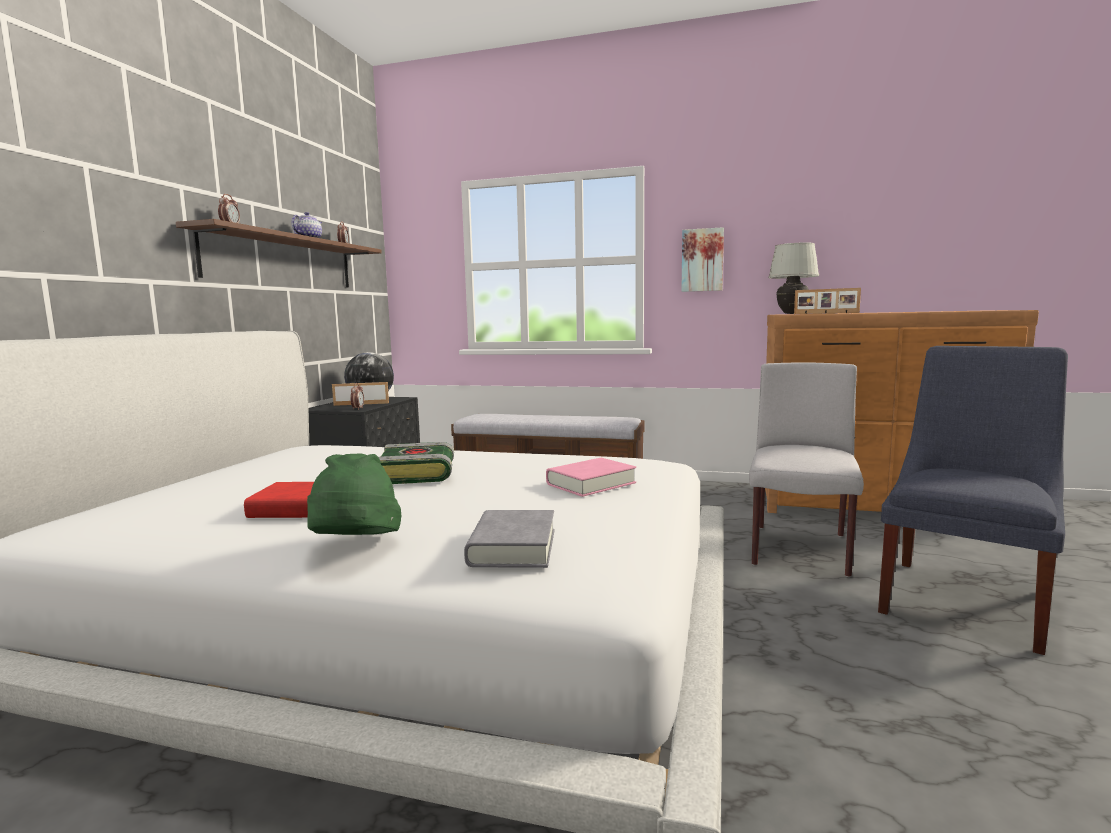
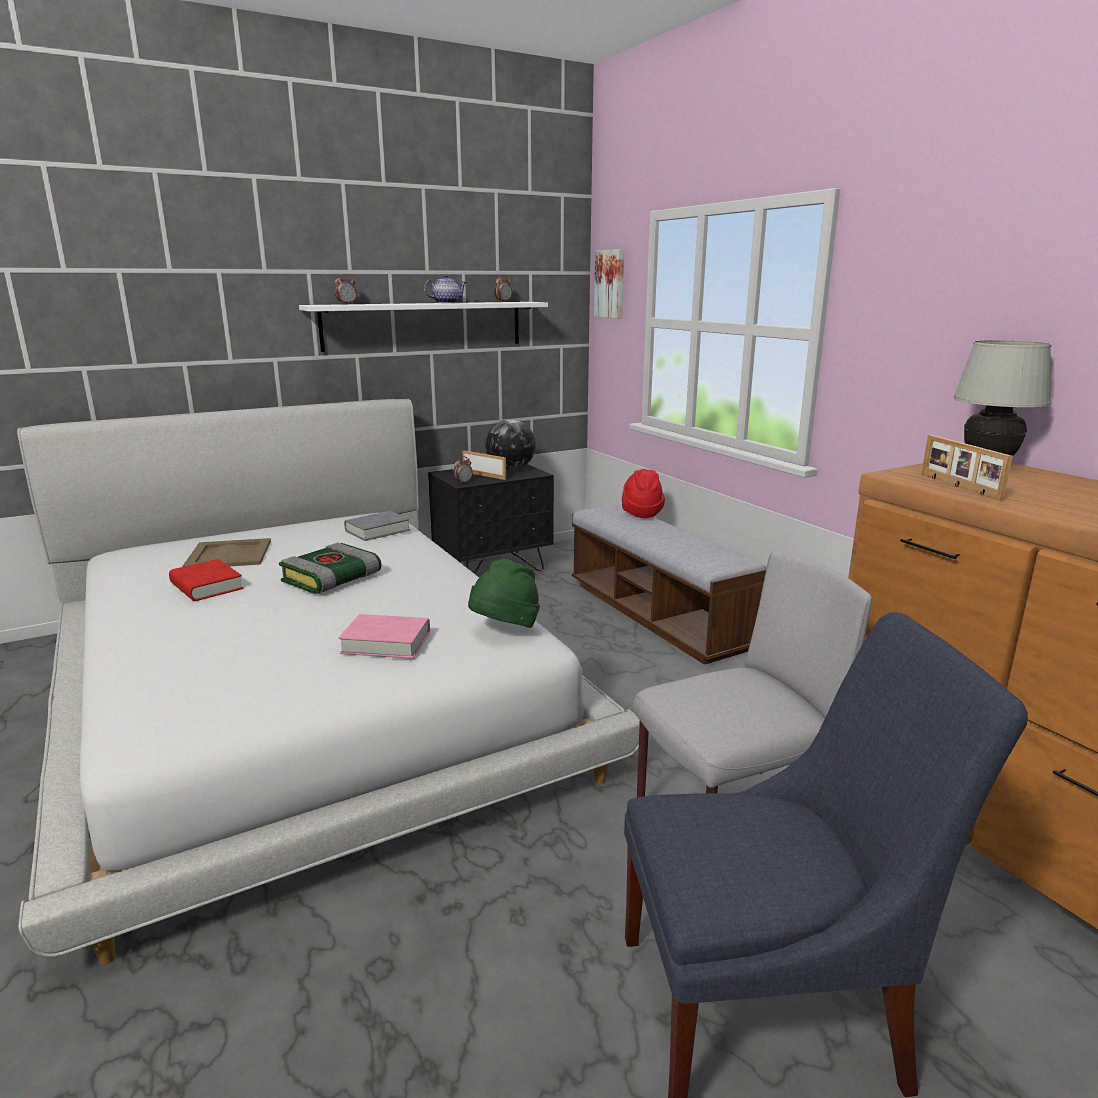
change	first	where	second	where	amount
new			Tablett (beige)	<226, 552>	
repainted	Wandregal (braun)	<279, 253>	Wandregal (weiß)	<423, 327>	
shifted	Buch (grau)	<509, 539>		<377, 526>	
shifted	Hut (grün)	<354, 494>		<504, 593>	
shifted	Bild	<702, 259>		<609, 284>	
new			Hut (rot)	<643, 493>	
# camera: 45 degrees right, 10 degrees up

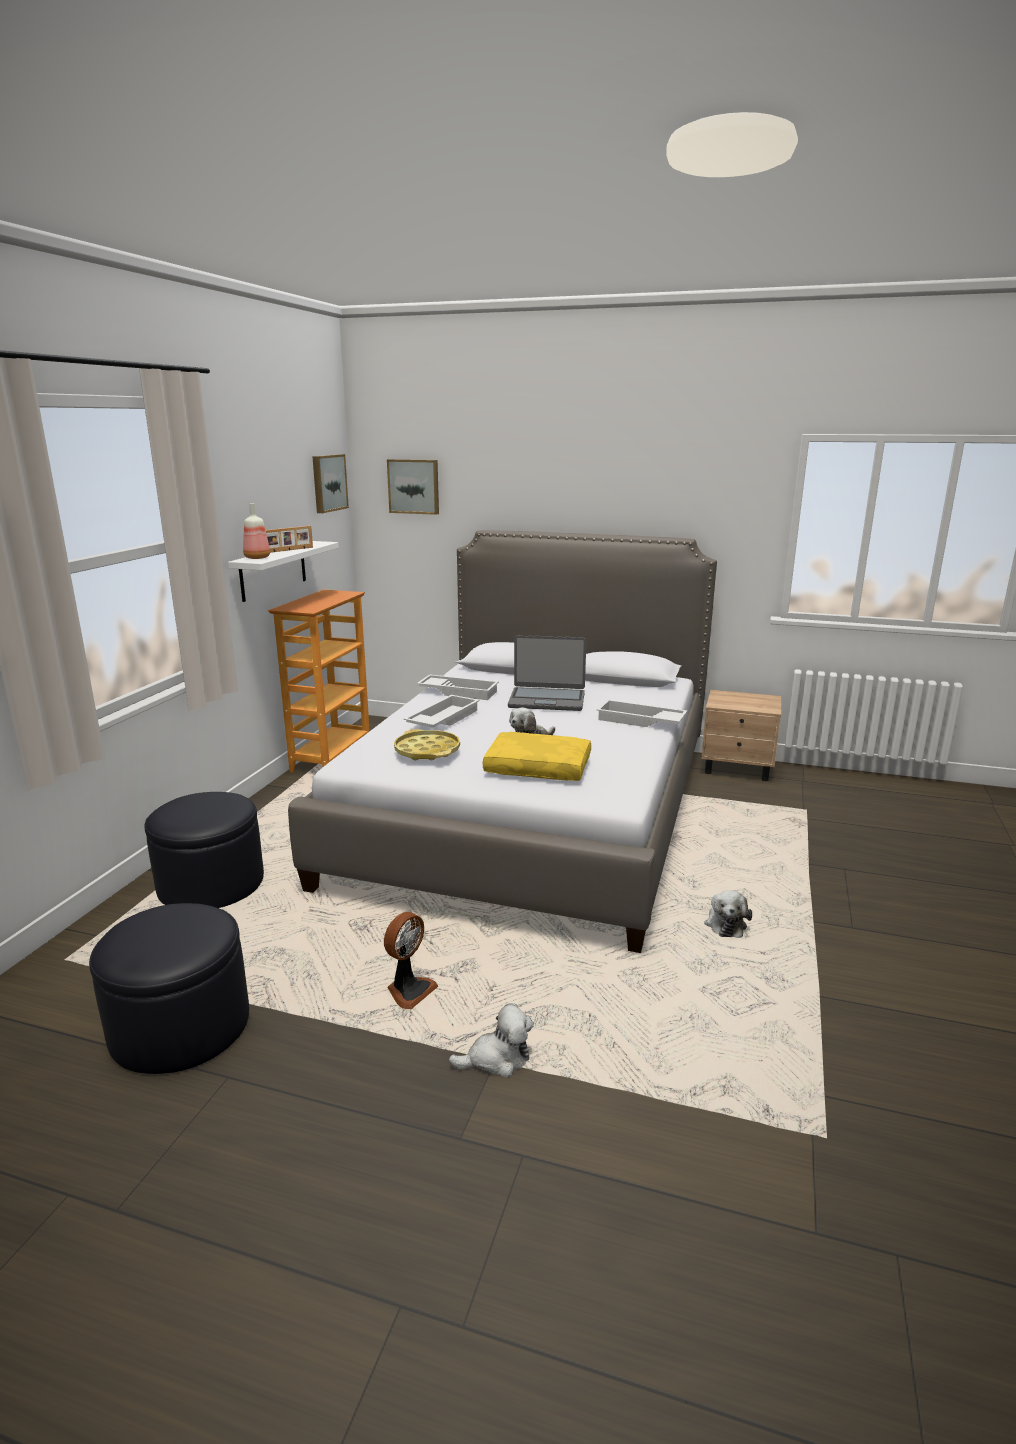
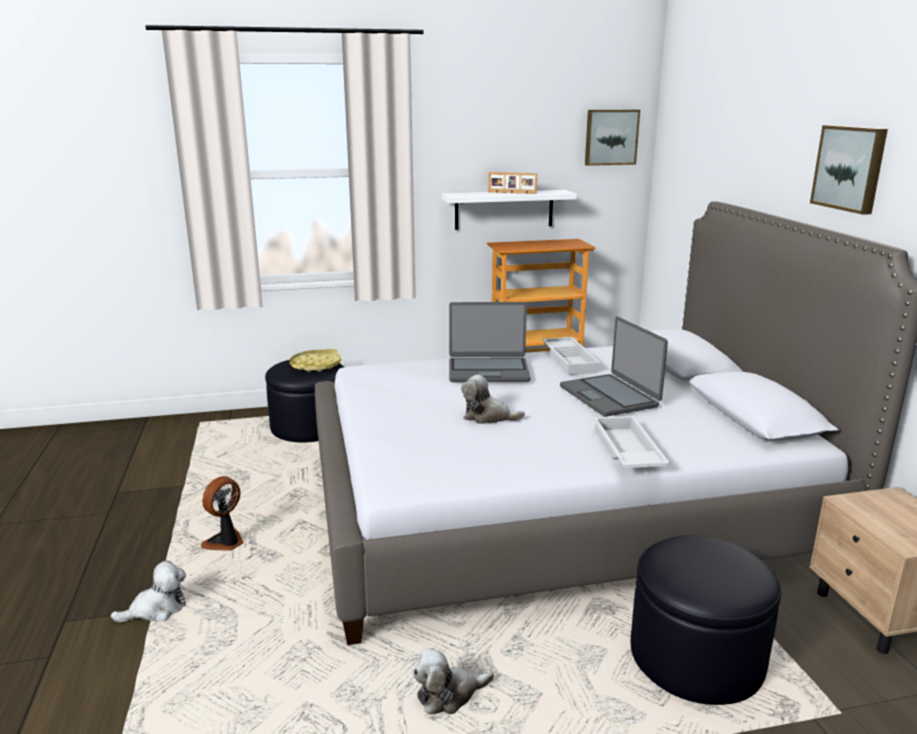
change	first	where	second	where	amount
rotated	Plüschtier	<491, 1040>		<148, 592>	75 degrees counterclockwise
rotated	Ventilator	<411, 960>		<222, 513>	120 degrees clockwise
shifted	Tablett (gelb)	<427, 744>		<315, 360>	
swapped	Tablett (weiß)	<442, 711>	Laptop	<490, 342>	
shifted	Polsterhocker (schwarz)	<169, 988>		<706, 620>	
shifted	Bild	<413, 487>		<849, 170>	
gone	Flasche	<256, 531>			
gone	Kissen (gelb)	<537, 756>			
# camera: 60 degrees right, 0 degrees up

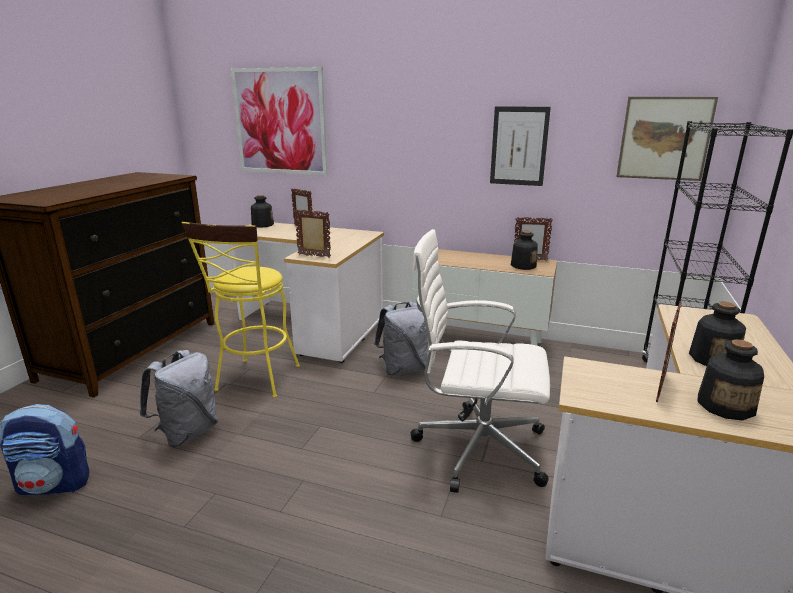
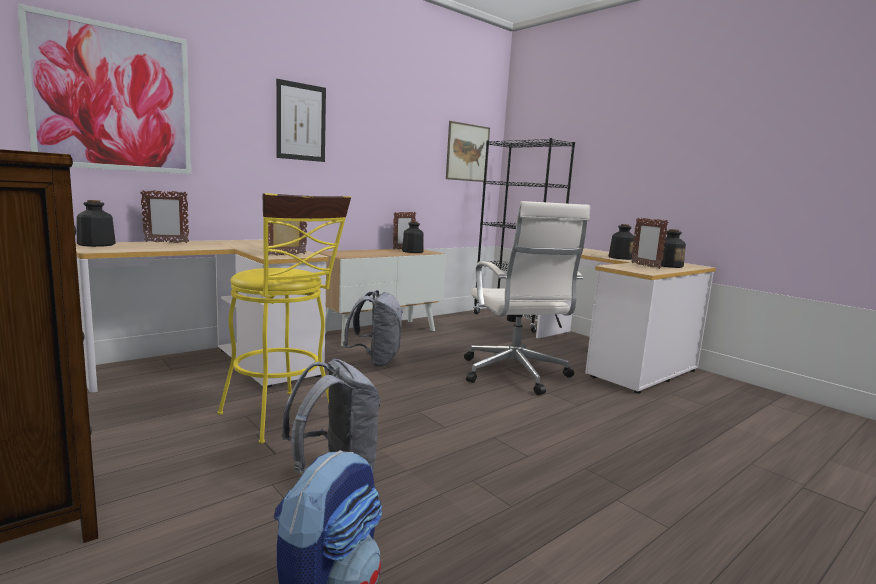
change	first	where	second	where	amount
shifted	Bild	<520, 146>		<301, 120>	
rotated	Bürostuhl (weiß)	<480, 361>		<527, 298>	60 degrees counterclockwise
# camera: 60 degrees left, 10 degrees down

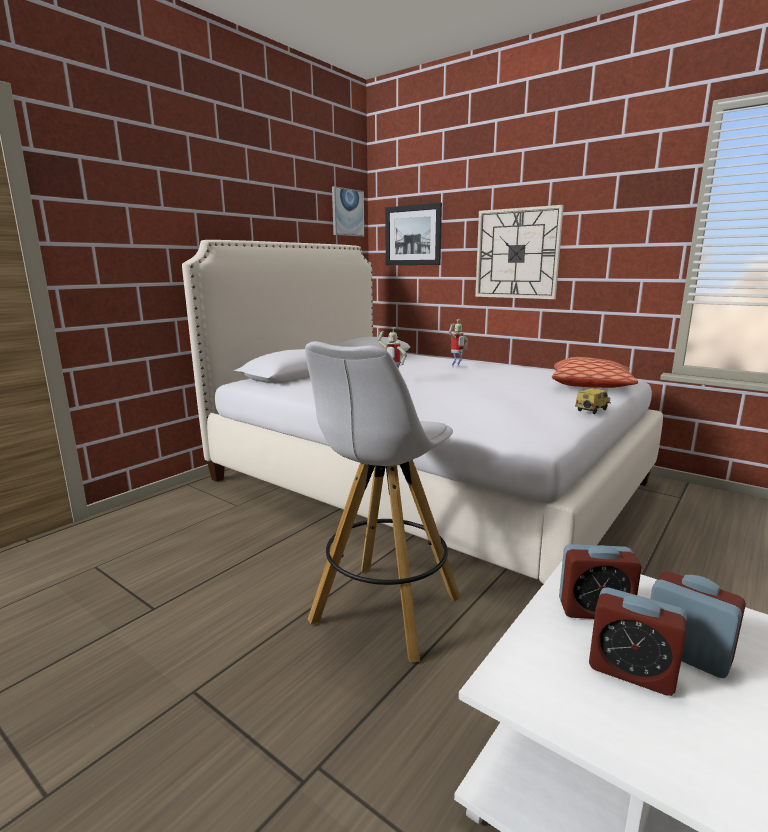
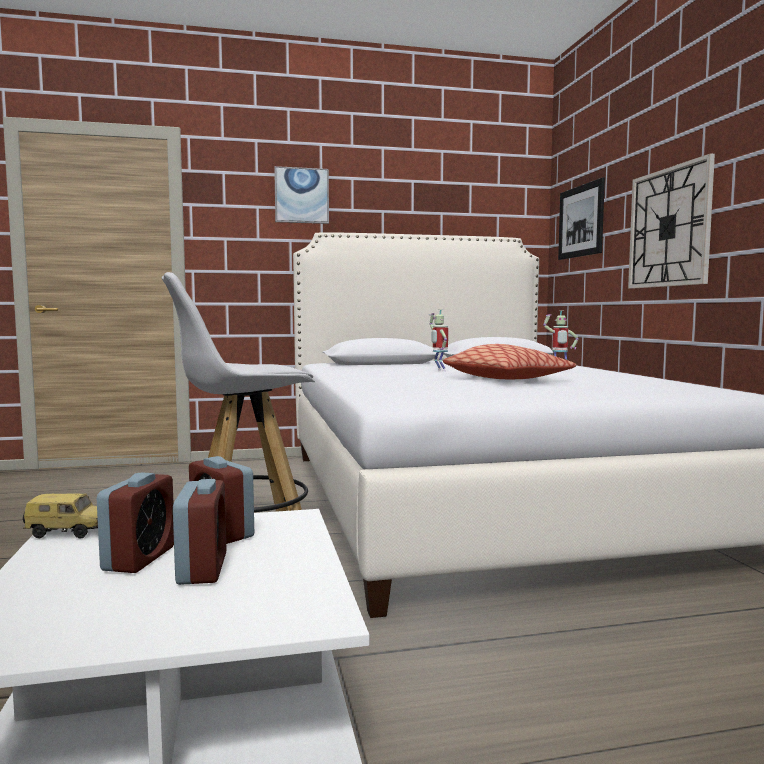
change	first	where	second	where	amount
shifted	Spielzeugauto	<593, 401>		<60, 516>	
rotated	Wecker	<638, 641>		<135, 523>	150 degrees counterclockwise
shifted	Bild	<348, 211>		<301, 195>	
shifted	Kissen	<595, 372>		<509, 361>	
# camera: 40 degrees right, 10 degrees down

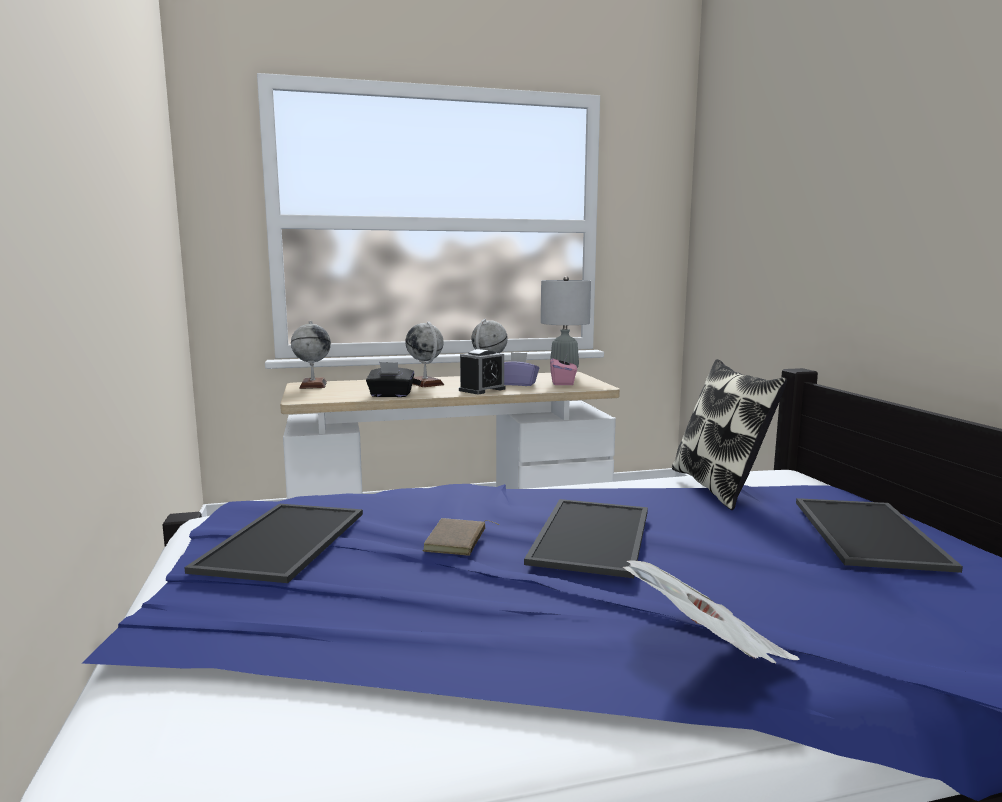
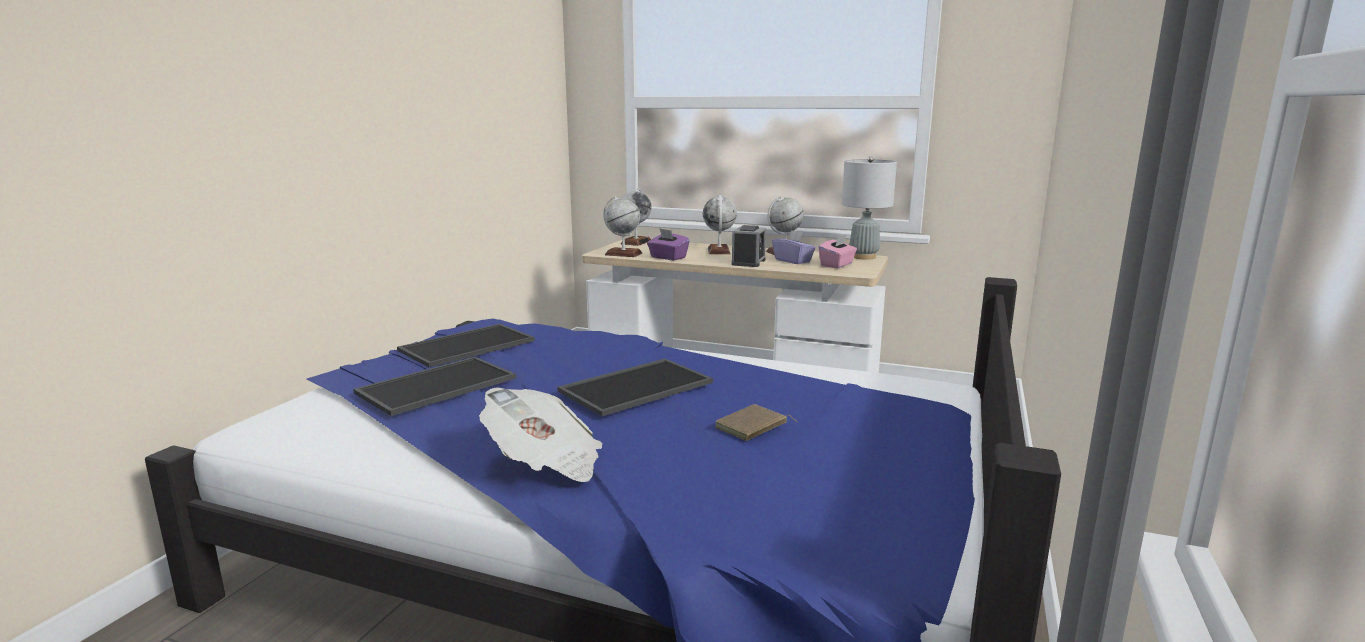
change	first	where	second	where	amount
shifted	Tablett	<879, 535>		<434, 386>	
new			Globus	<622, 226>	
repainted	Taschentuchbox (schwarz)	<390, 379>	Taschentuchbox (lila)	<668, 244>	
shifted	Buch (braun)	<461, 537>		<756, 422>	
rotated	Wecker	<482, 371>		<748, 246>	60 degrees counterclockwise
gone	Kissen	<729, 434>			
# camera: 35 degrees right, 5 degrees up

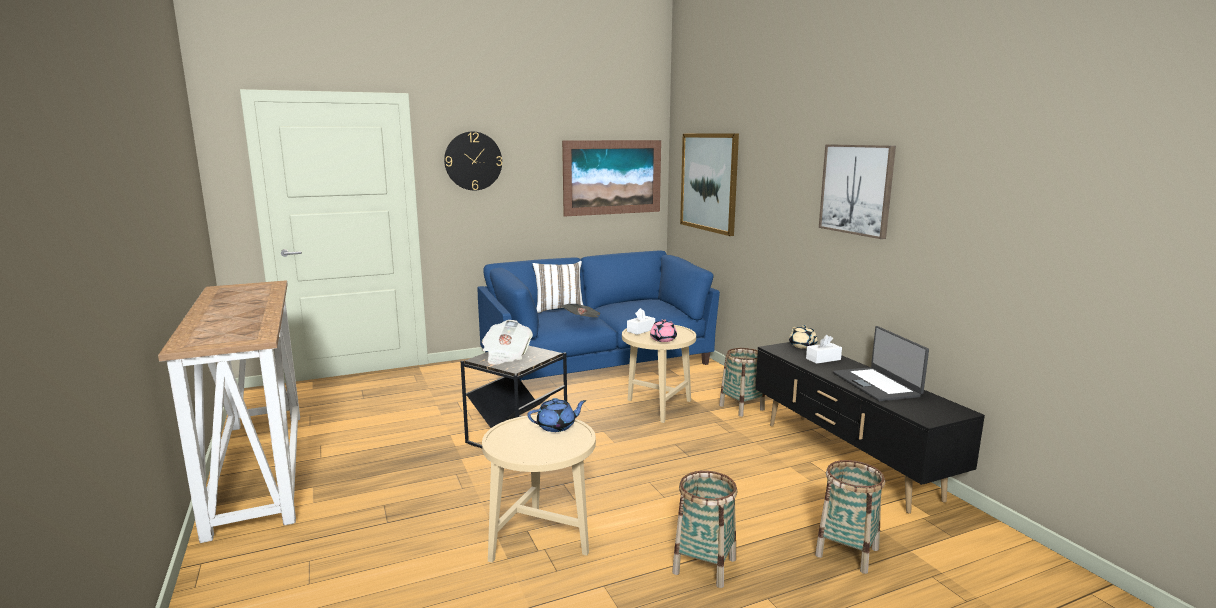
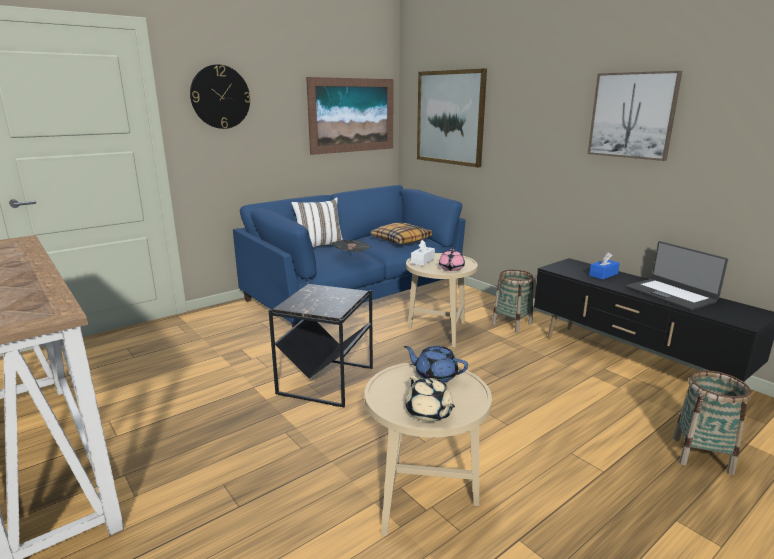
change	first	where	second	where	amount
new			Kissen	<401, 233>	
rotated	Teekanne (blau)	<557, 415>		<436, 364>	120 degrees counterclockwise
shifted	Teekanne (beige)	<803, 337>		<430, 399>	
repainted	Taschentuchbox (weiß)	<824, 349>	Taschentuchbox (blau)	<604, 266>	
gone	Zeitung	<507, 342>			
gone	Korb	<704, 529>			
# camera: 15 degrees left, 5 degrees up

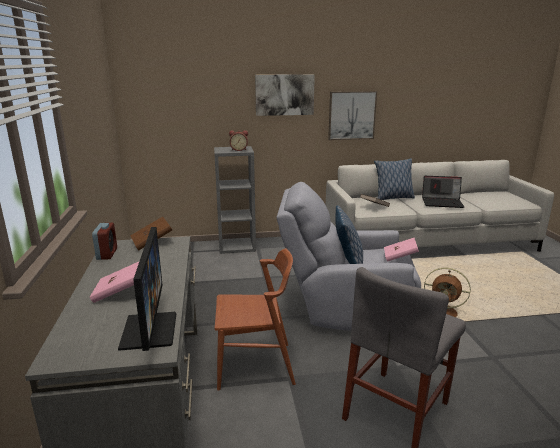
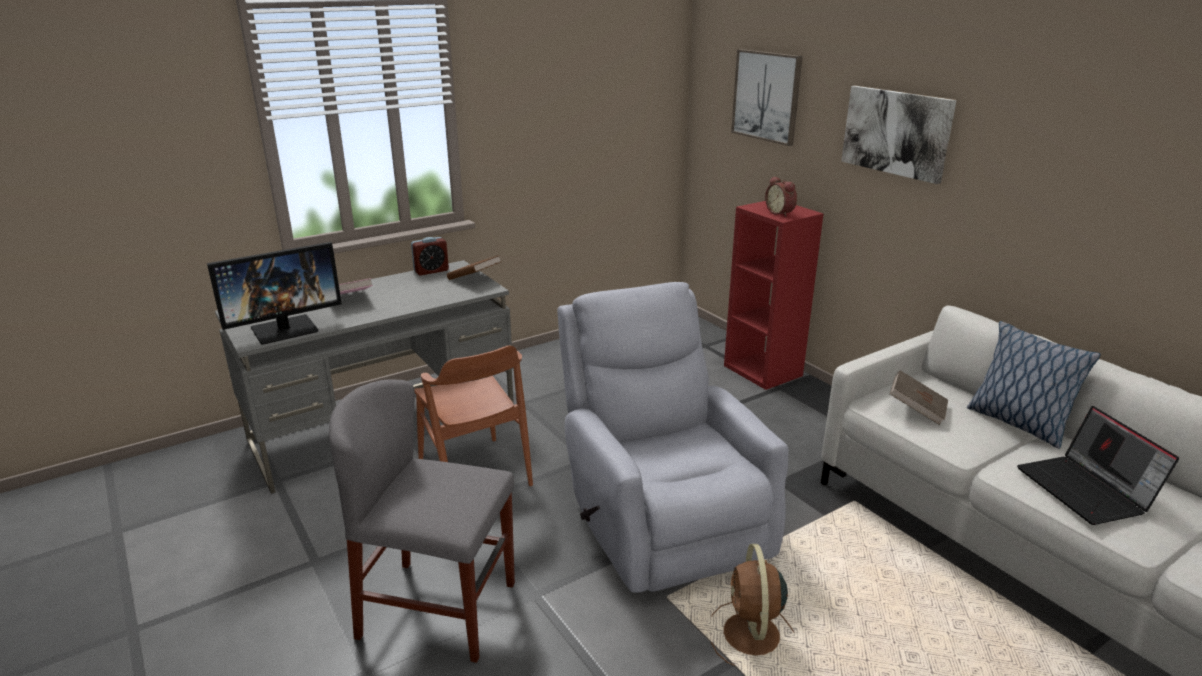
change	first	where	second	where	amount
repainted	Bücherregal (grau)	<235, 200>	Bücherregal (rot)	<773, 295>	
shifted	Bild	<352, 115>		<766, 97>	
gone	Kissen	<349, 234>			
gone	Buch (rosa)	<401, 250>			
# camera: 65 degrees right, 5 degrees up

